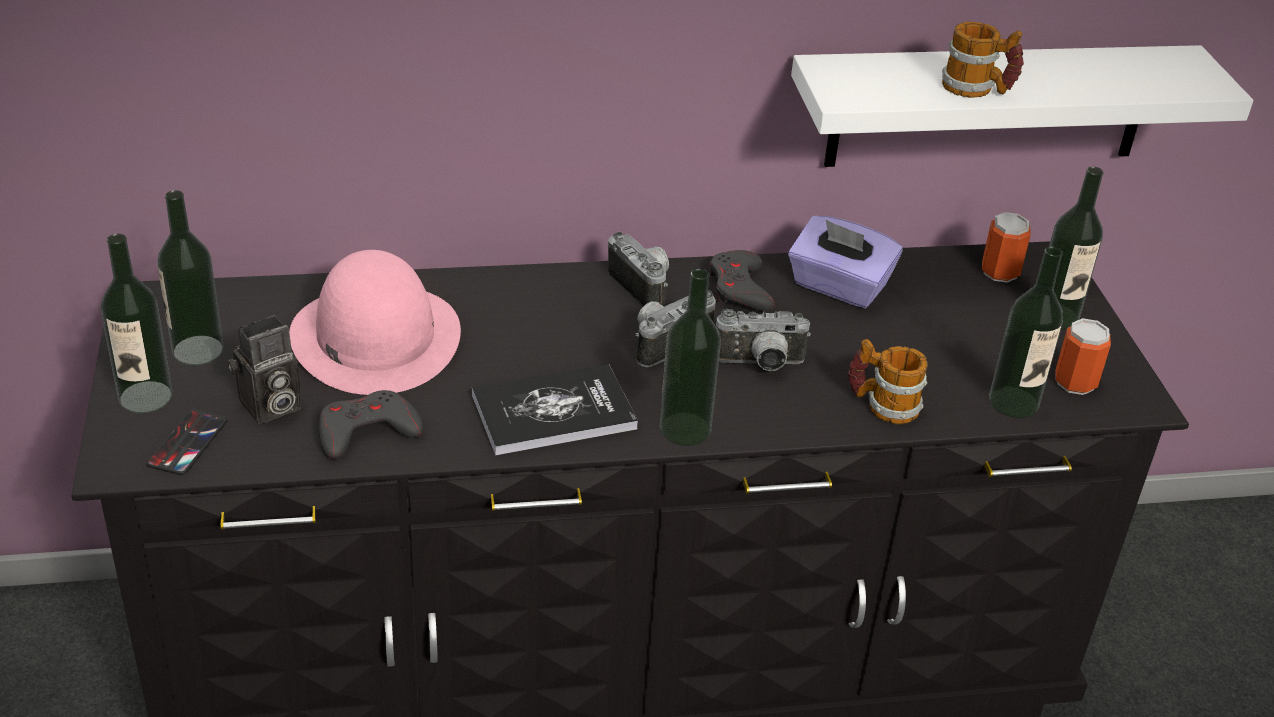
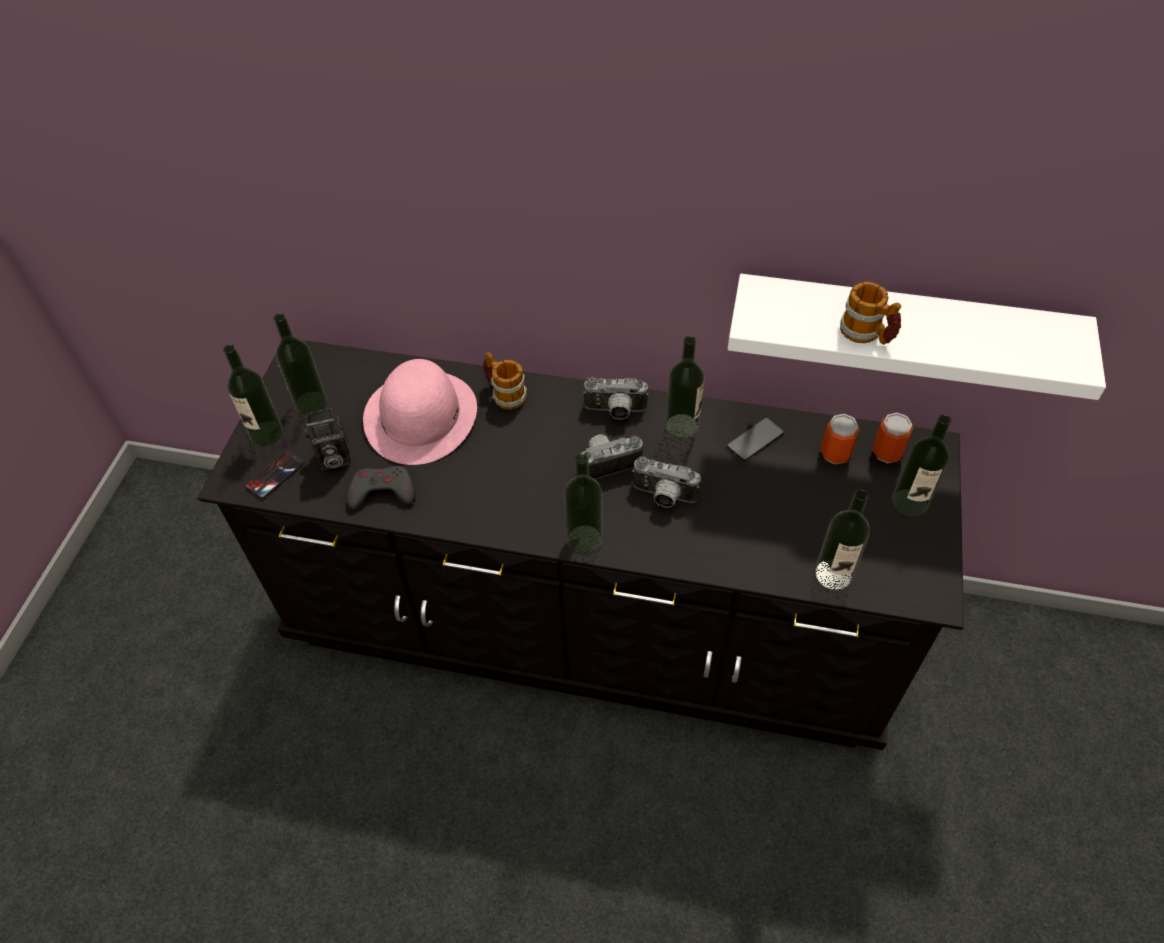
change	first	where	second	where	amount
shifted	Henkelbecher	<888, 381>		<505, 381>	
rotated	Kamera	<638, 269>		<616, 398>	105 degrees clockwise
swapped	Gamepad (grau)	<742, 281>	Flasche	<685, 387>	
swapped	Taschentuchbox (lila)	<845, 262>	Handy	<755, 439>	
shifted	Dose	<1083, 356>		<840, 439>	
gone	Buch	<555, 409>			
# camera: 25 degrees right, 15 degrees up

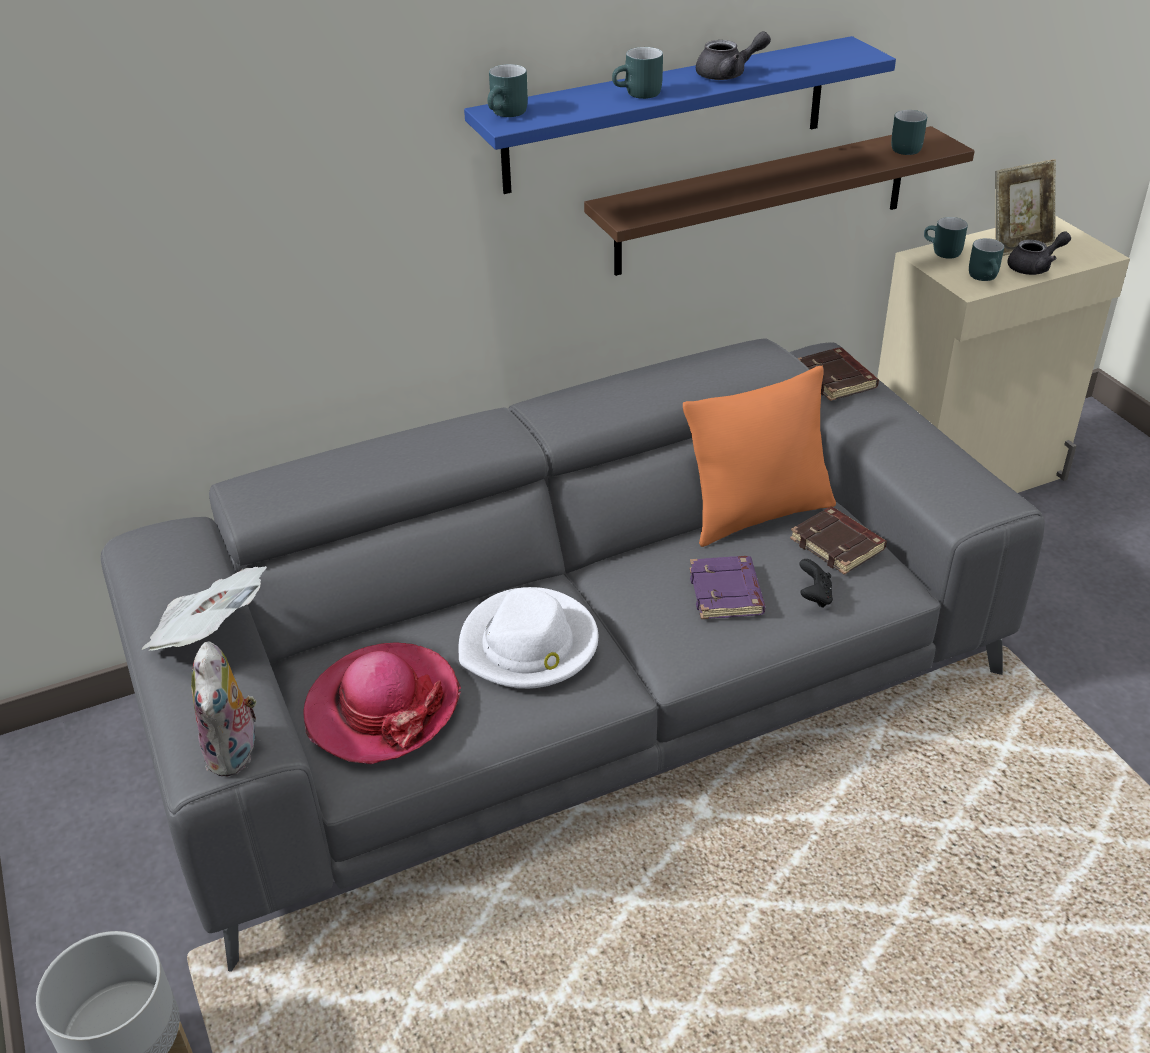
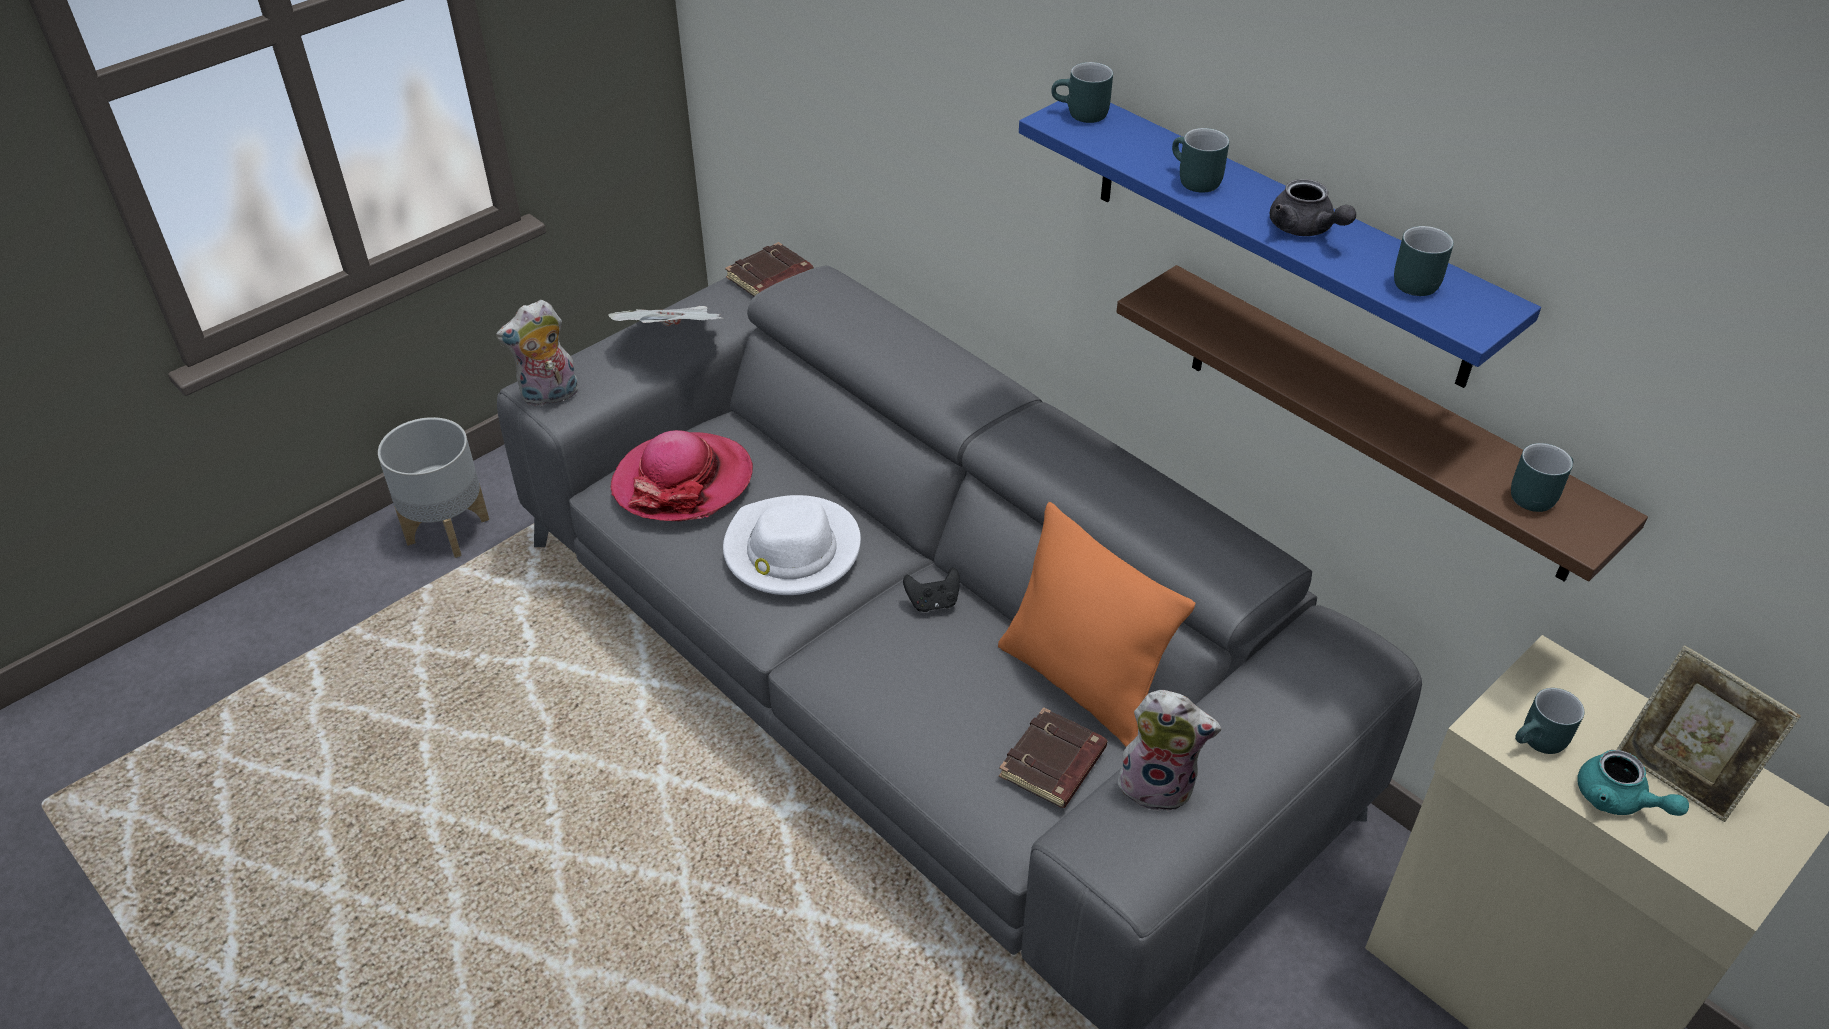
change	first	where	second	where	amount
shifted	Buch (braun)	<838, 374>		<769, 269>	
shifted	Gamepad (schwarz)	<816, 583>		<931, 589>	
new			Plüschtier	<1169, 751>	
shifted	Henkelbecher (türkis)	<946, 238>		<1424, 261>	
repainted	Teekanne (grau)	<1039, 253>	Teekanne (türkis)	<1633, 783>	
gone	Buch (lila)	<727, 587>			
# camera: 70 degrees right, 5 degrees up

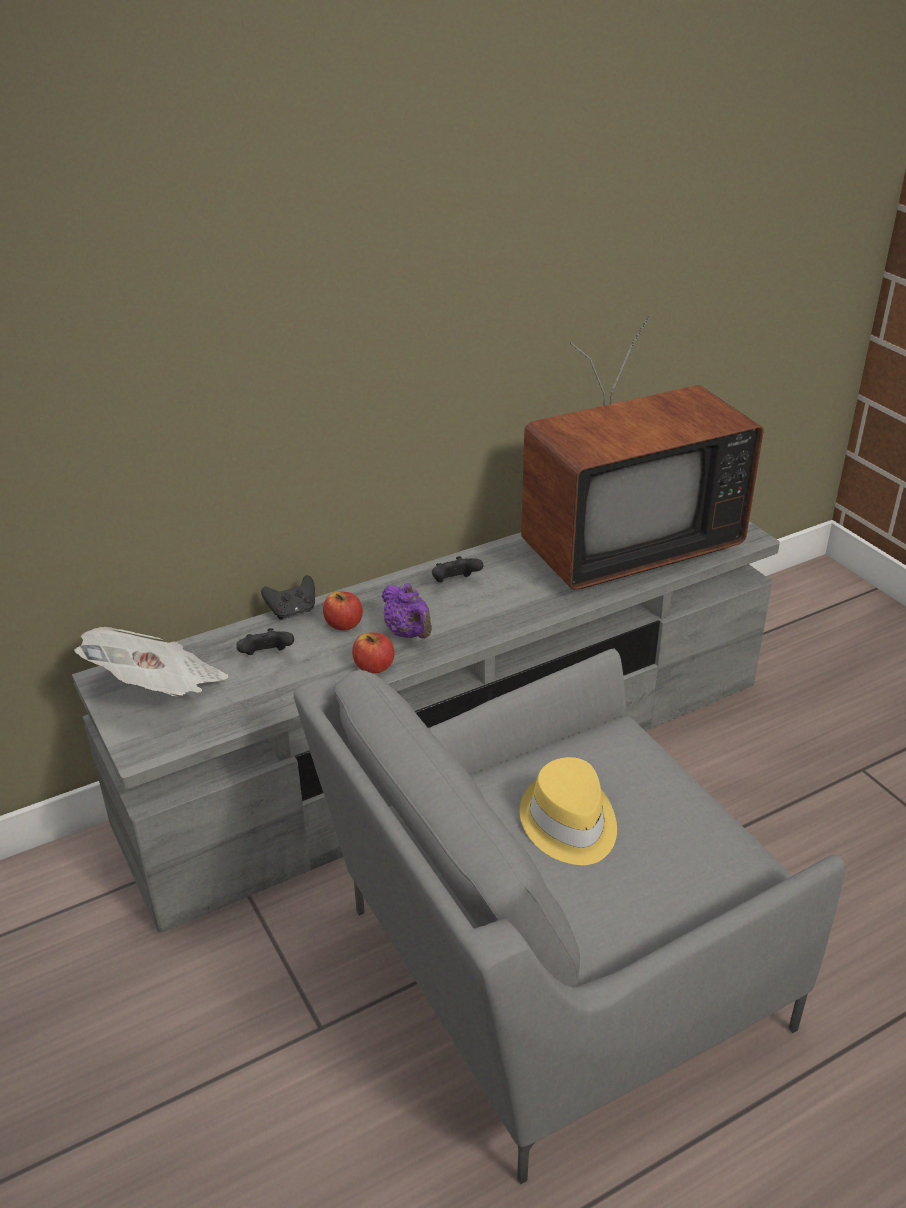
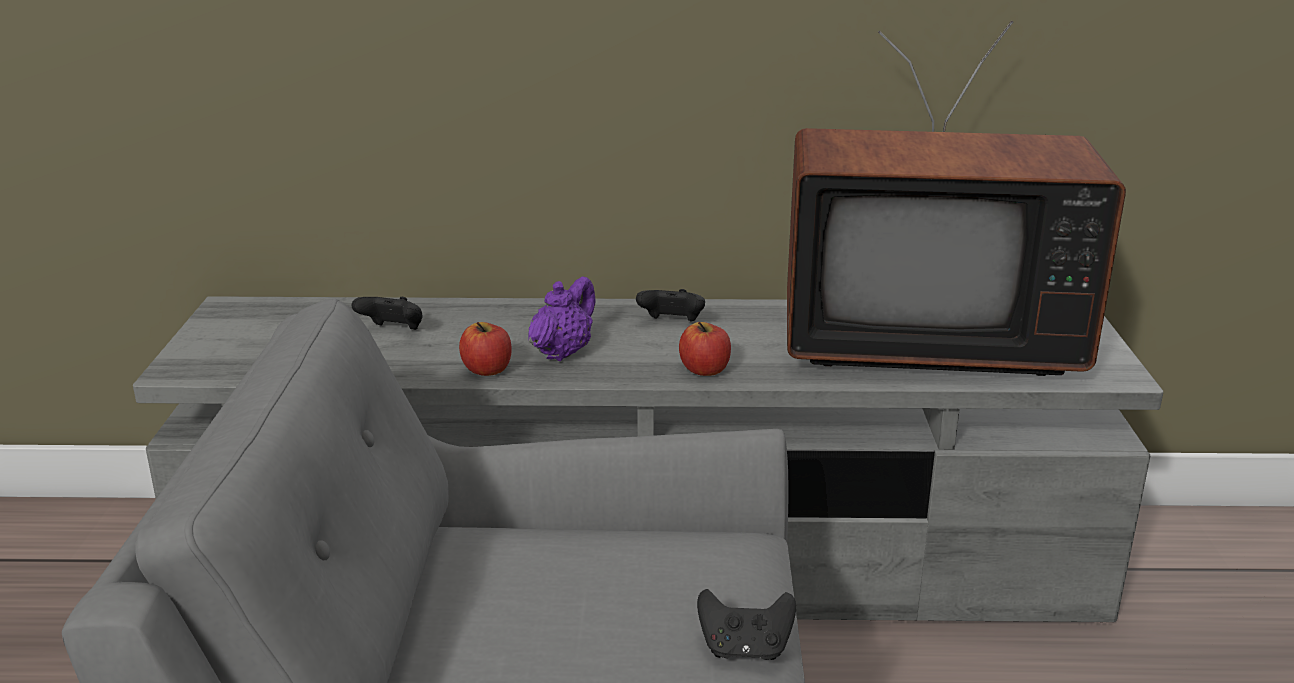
change	first	where	second	where	amount
rotated	Teekanne (lila)	<406, 611>		<561, 318>	150 degrees counterclockwise
shifted	Apfel	<343, 610>		<705, 349>	
shifted	Gamepad (schwarz)	<288, 597>		<746, 624>	
gone	Zeitung	<151, 662>			
gone	Hut (gelb)	<568, 811>			
# camera: 30 degrees right, 10 degrees down

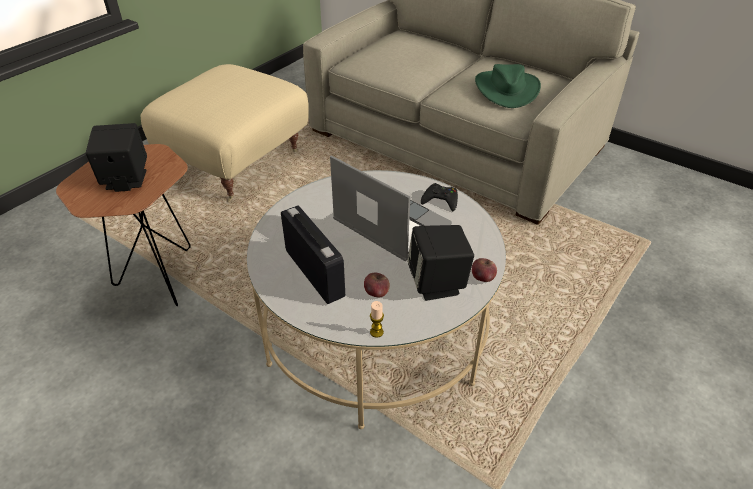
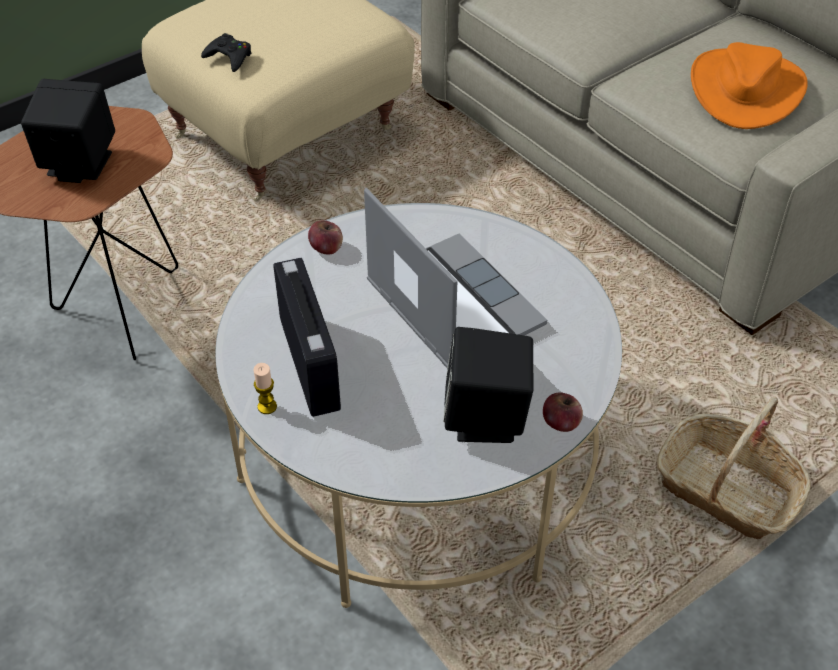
change	first	where	second	where	amount
shifted	Gamepad (schwarz)	<439, 197>		<226, 52>	
shifted	Kerze	<377, 319>		<265, 388>	
shifted	Apfel	<377, 285>		<325, 237>	
new			Korb	<734, 468>	
repainted	Hut (grün)	<508, 86>	Hut (orange)	<749, 85>	
# camera: 15 degrees right, 5 degrees up

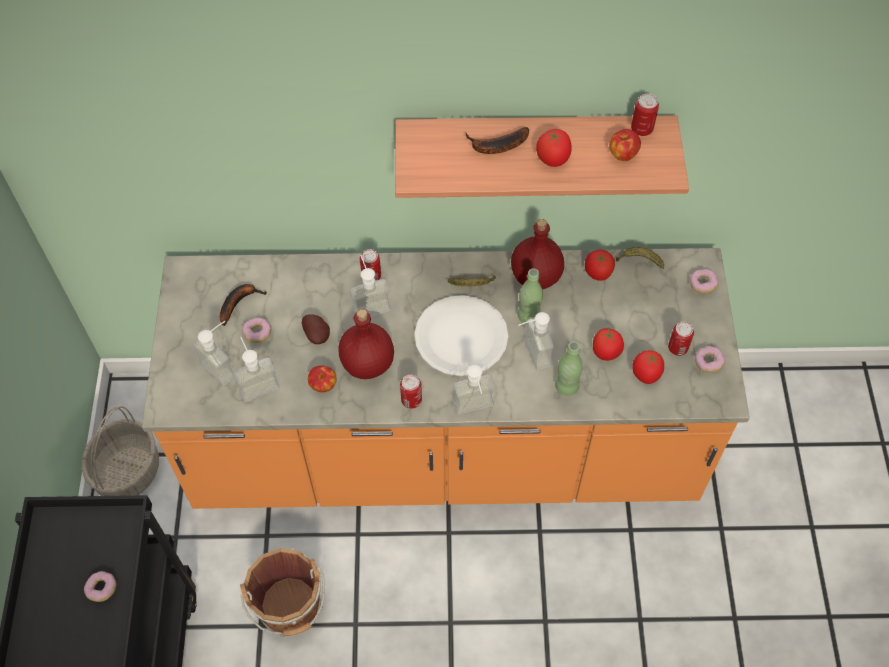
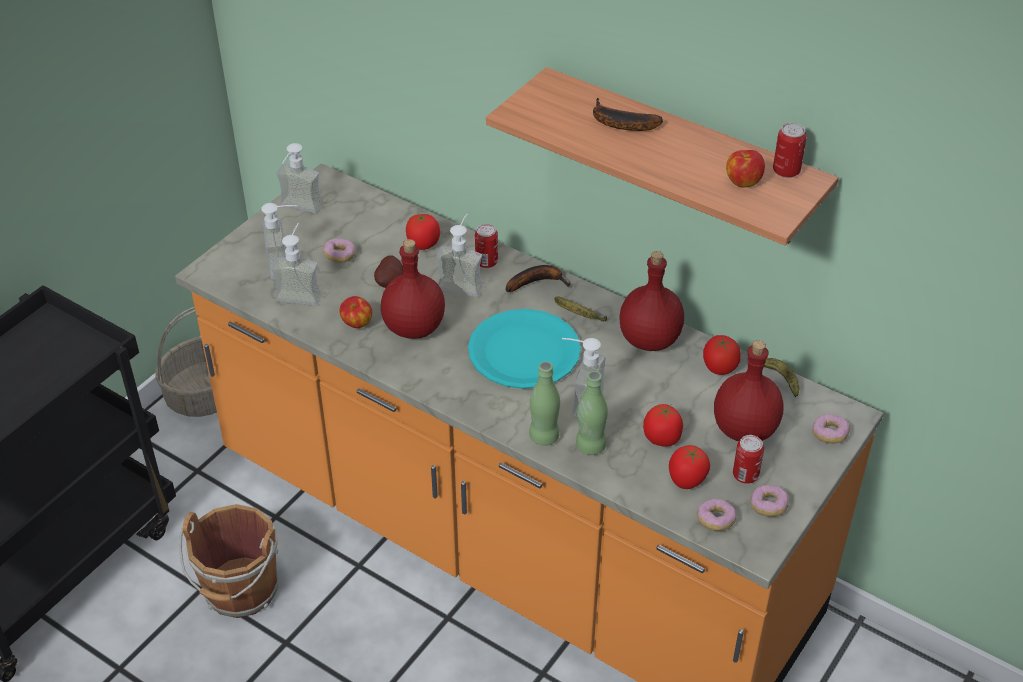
change	first	where	second	where	amount
shifted	Seifenspender	<474, 389>		<299, 178>	
shifted	Tomate	<553, 147>		<423, 232>	
repainted	Teller (weiß)	<461, 335>	Teller (türkis)	<524, 349>	
shifted	Banane	<243, 305>		<538, 278>	
shifted	Flasche (grün)	<530, 296>		<544, 403>	
shifted	Donut	<100, 586>		<716, 515>	
new			Flasche (rot)	<748, 390>	
gone	Dose	<411, 392>			
# camera: 35 degrees right, 15 degrees down

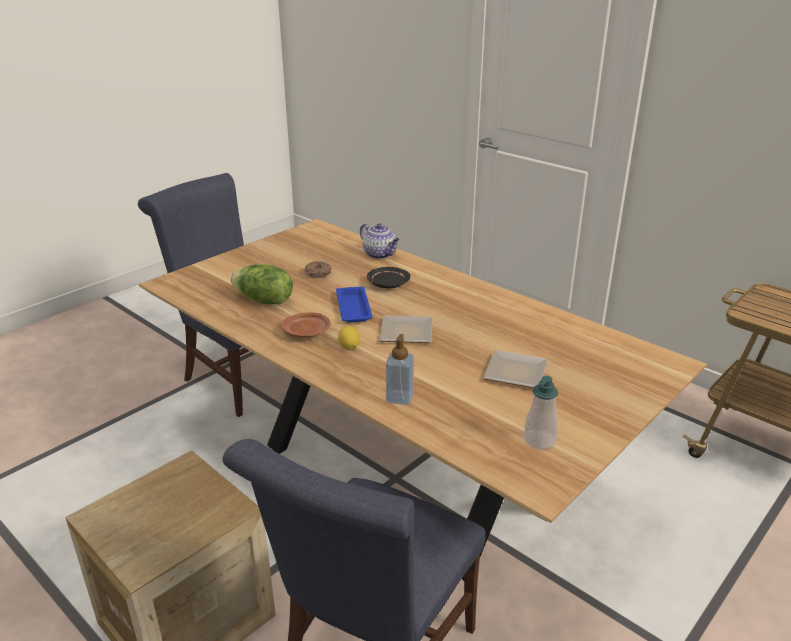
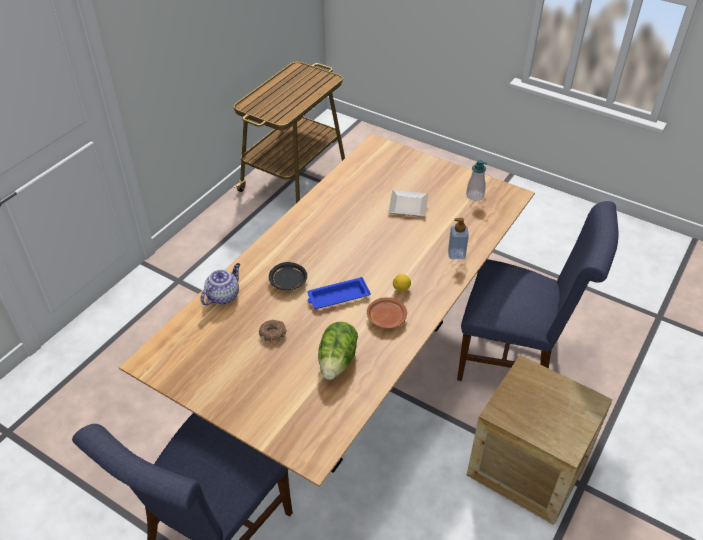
change	first	where	second	where	amount
gone	Teller	<406, 329>			
# camera: 100 degrees left, 15 degrees up

